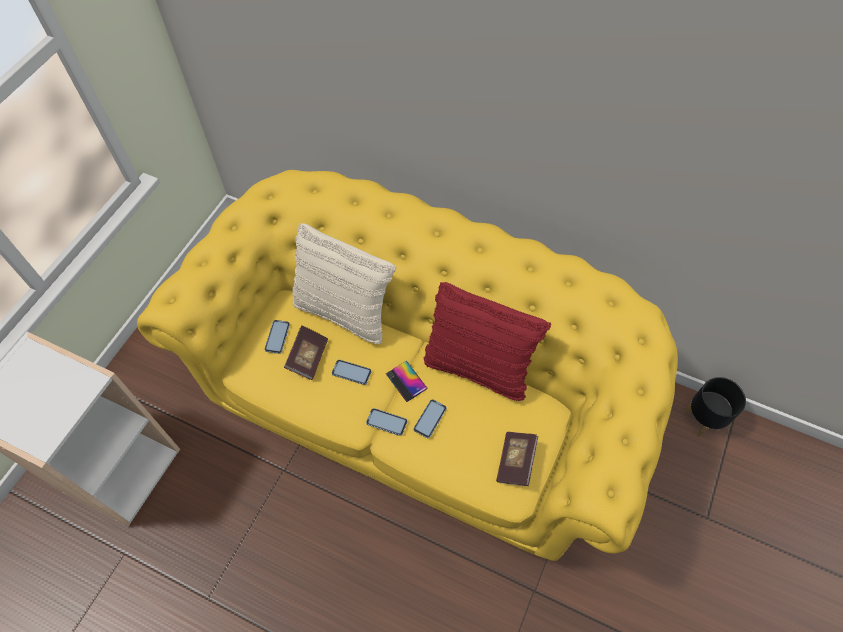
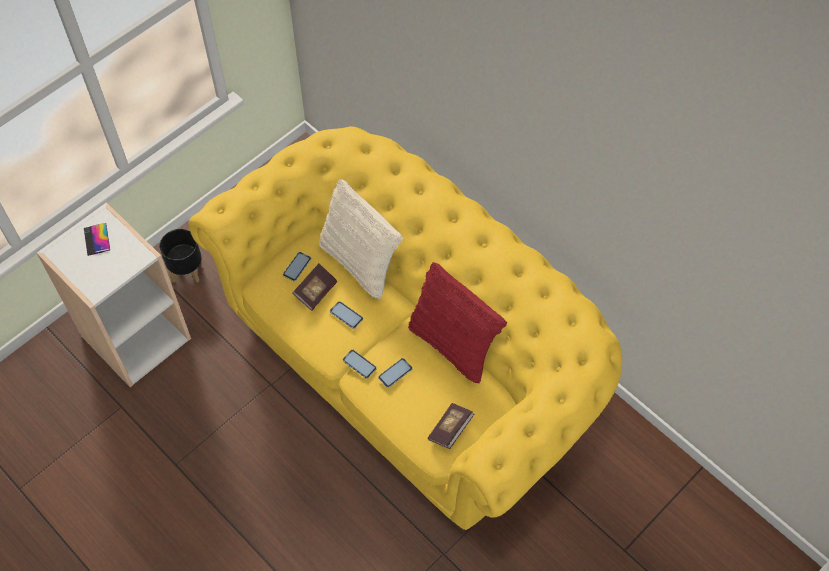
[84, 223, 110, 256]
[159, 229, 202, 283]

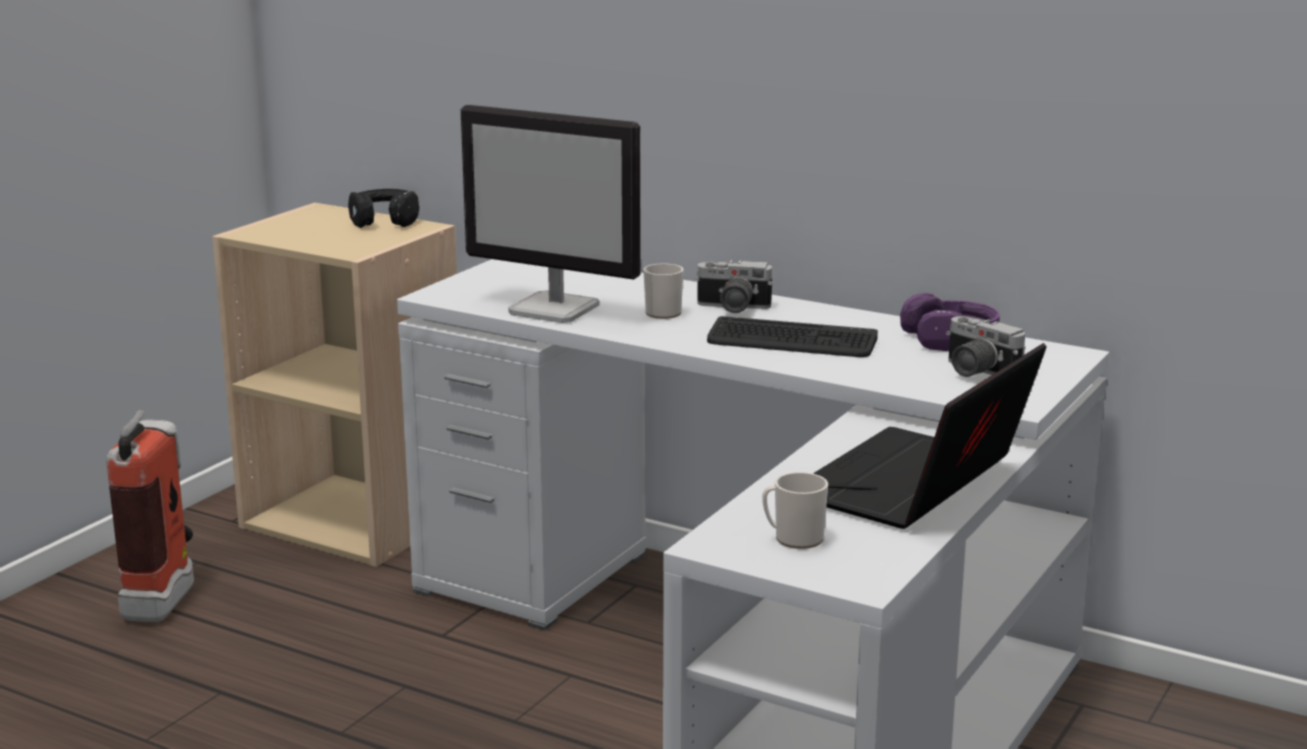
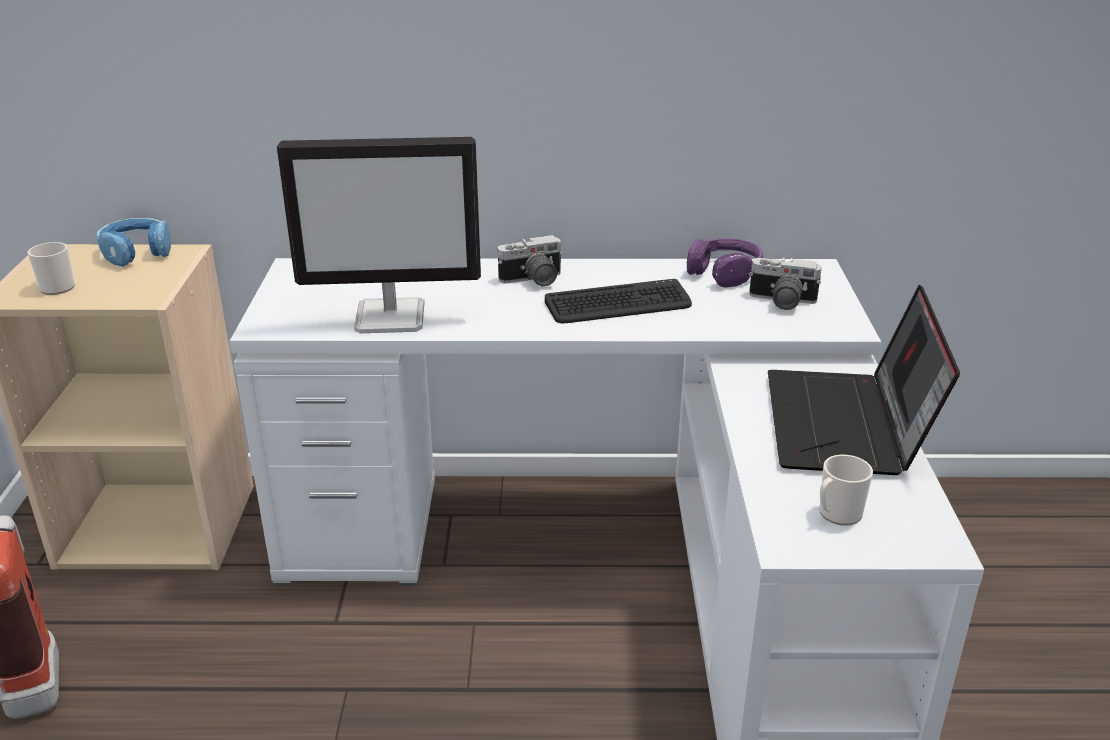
[97, 218, 171, 267]
[27, 242, 75, 295]

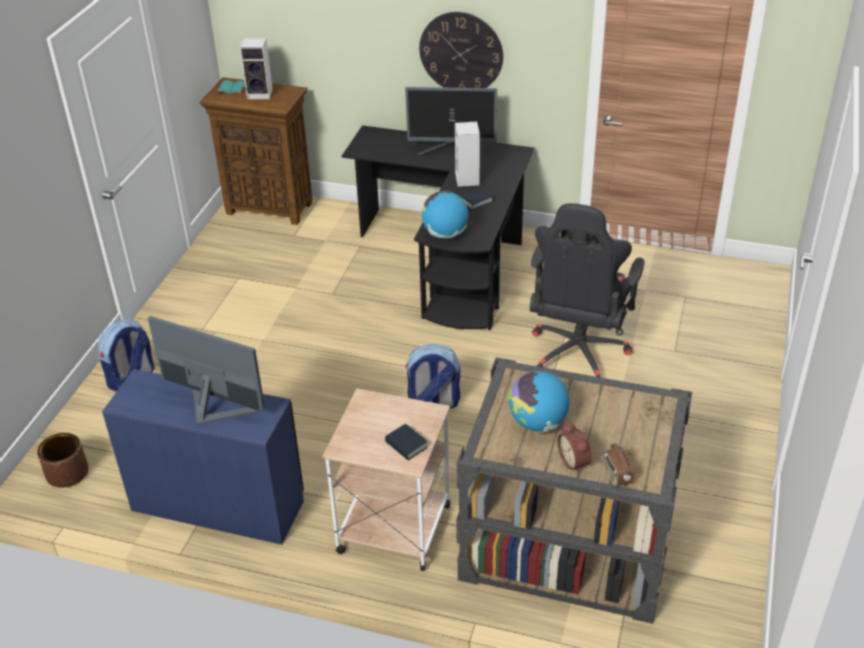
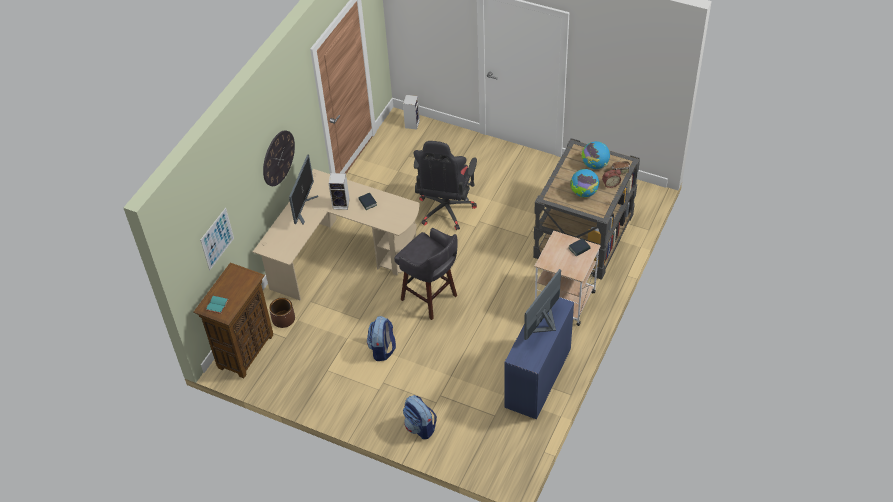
[403, 95, 420, 129]
[253, 169, 419, 300]
[582, 141, 610, 169]
[413, 141, 477, 230]
[367, 316, 396, 361]
[269, 298, 295, 328]
[200, 208, 234, 270]
[394, 228, 458, 320]

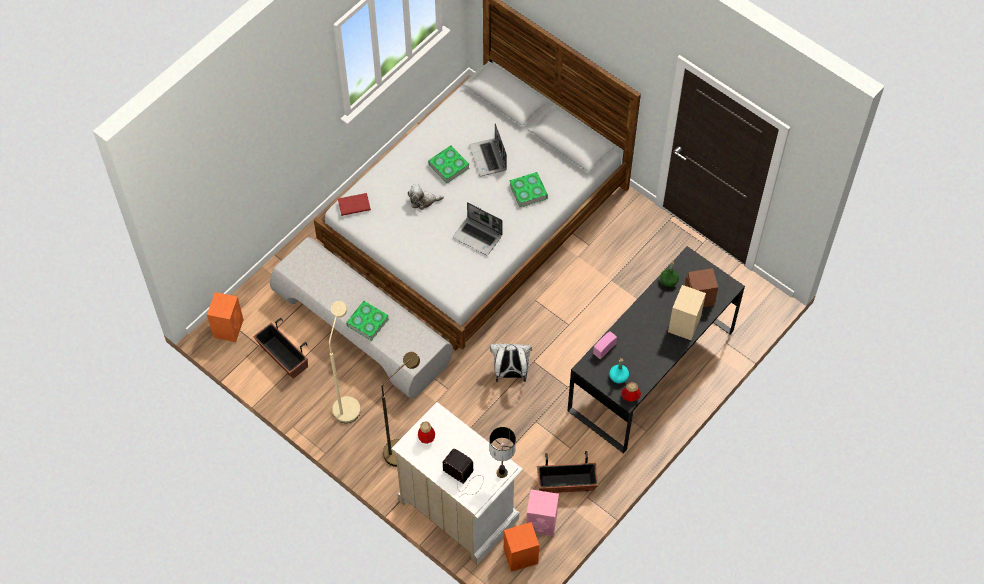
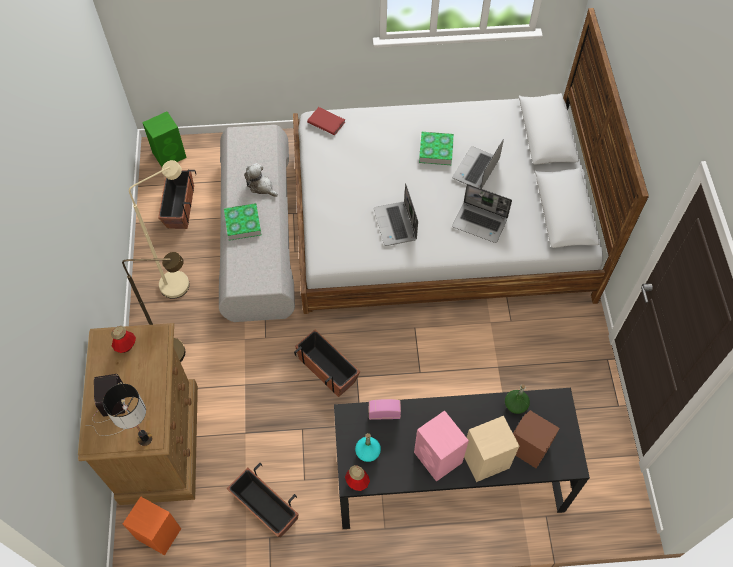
[452, 184, 512, 243]
[244, 163, 278, 197]
[142, 111, 187, 167]
[294, 329, 360, 397]
[78, 323, 198, 505]
[414, 411, 469, 482]

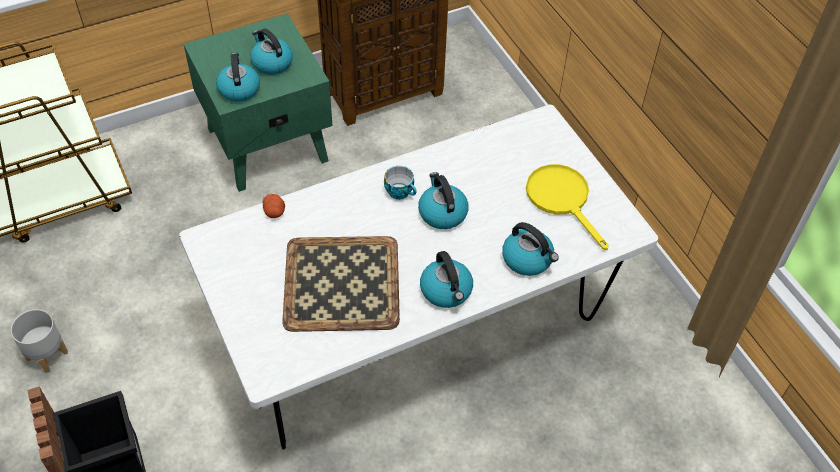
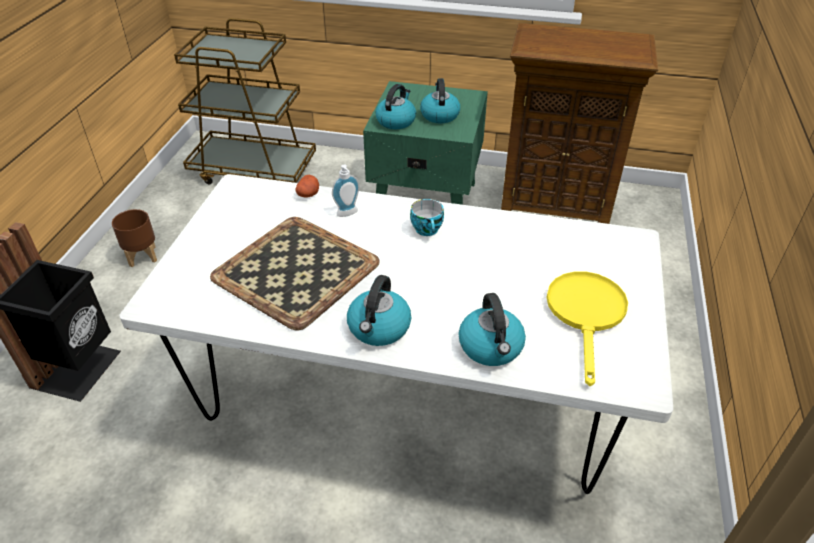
[418, 172, 469, 229] (first image)
[112, 209, 157, 267]
[332, 165, 359, 217]

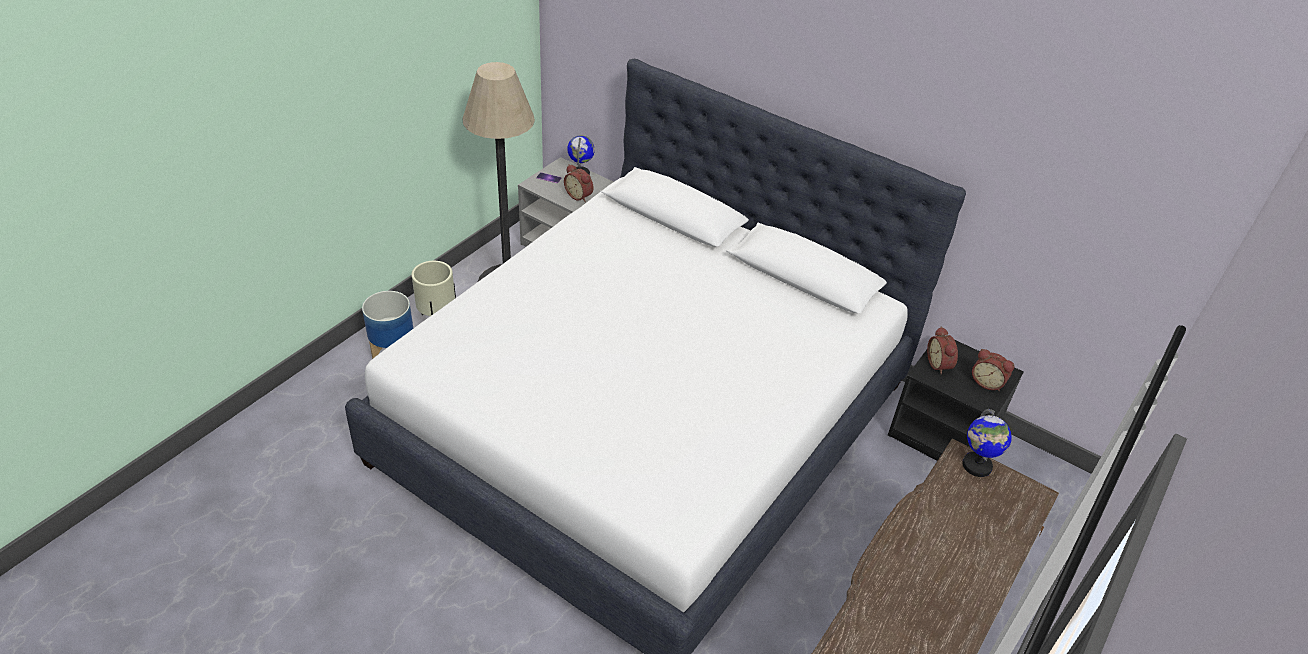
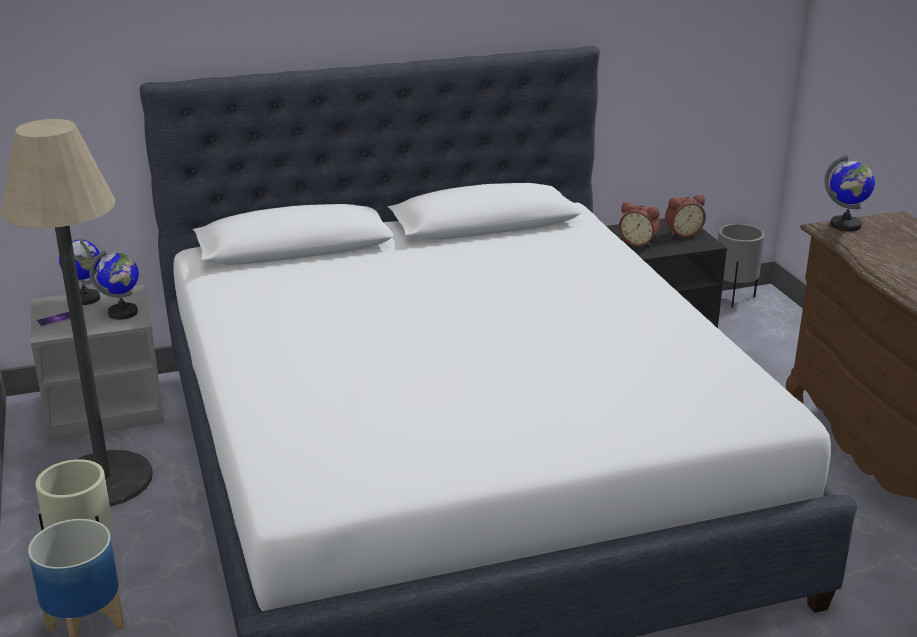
[89, 250, 139, 320]
[718, 224, 765, 308]

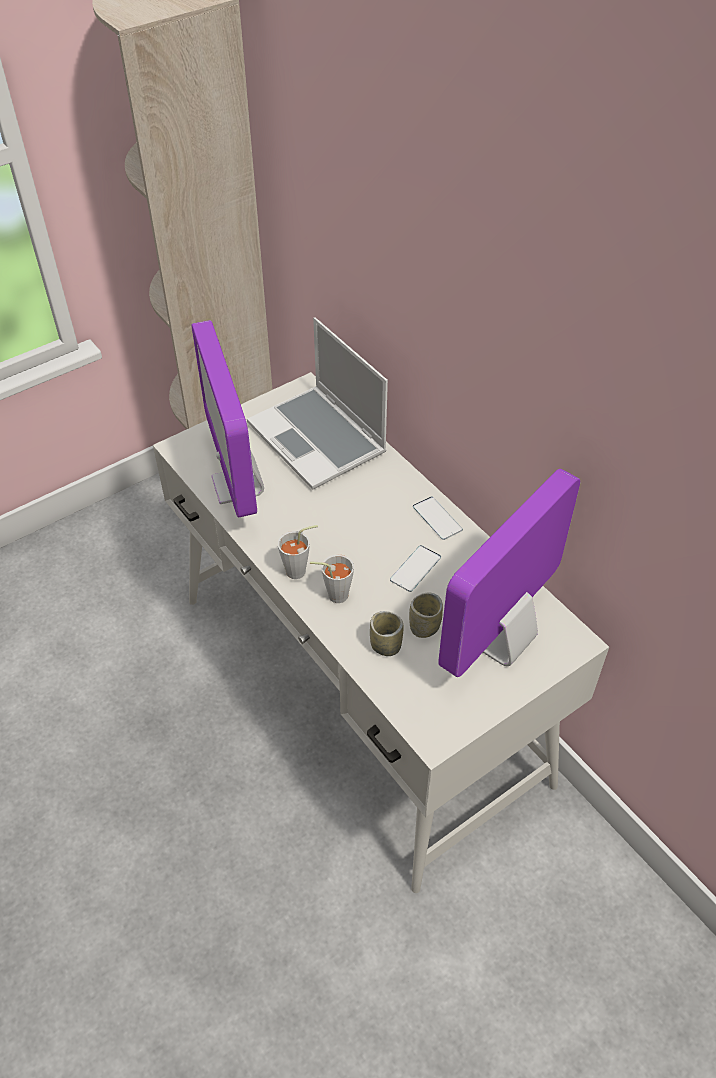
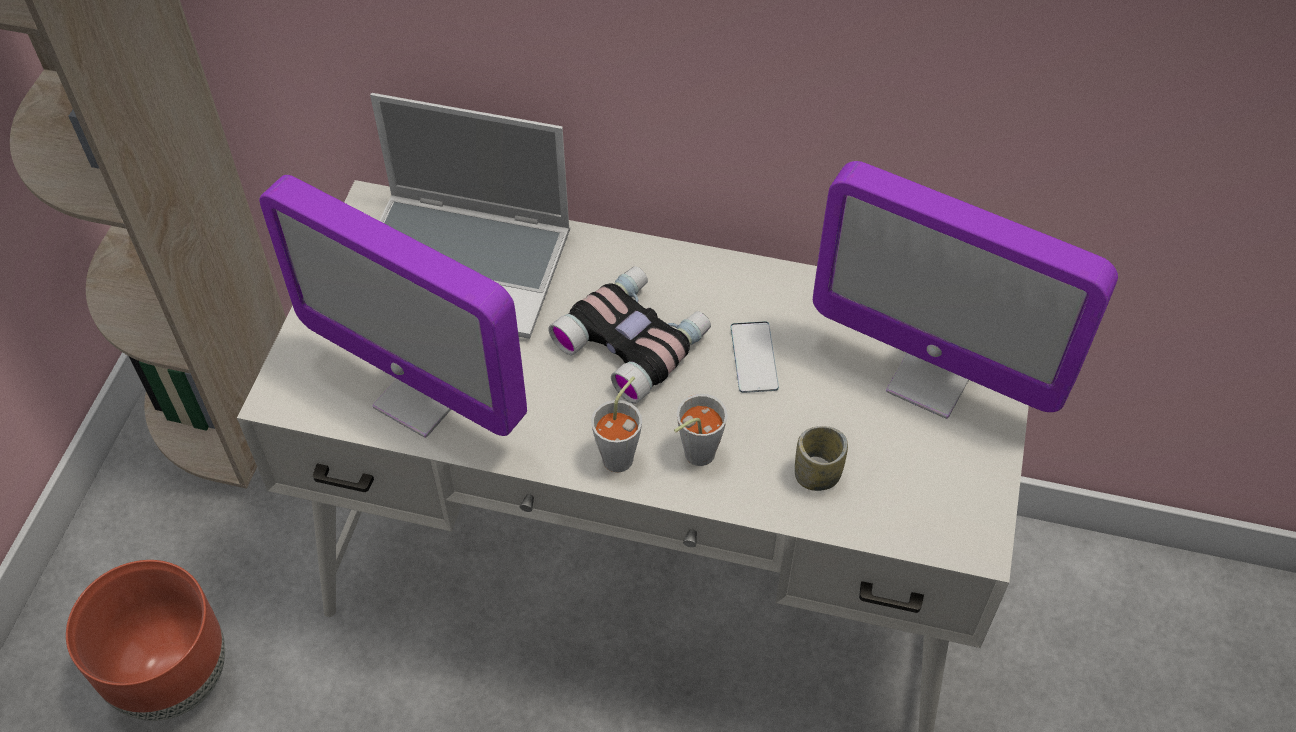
[813, 161, 1118, 419]
[413, 497, 463, 540] (first image)
[409, 593, 443, 638] (first image)
[548, 266, 711, 404]
[66, 560, 225, 721]

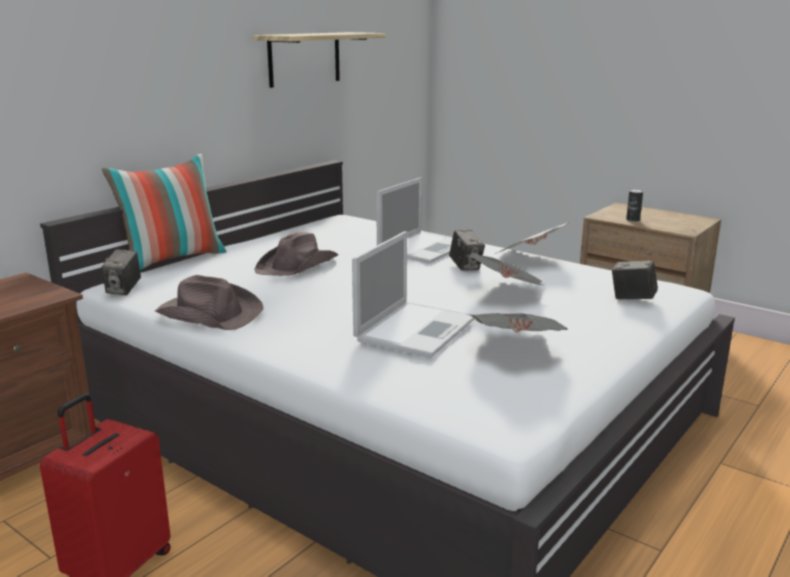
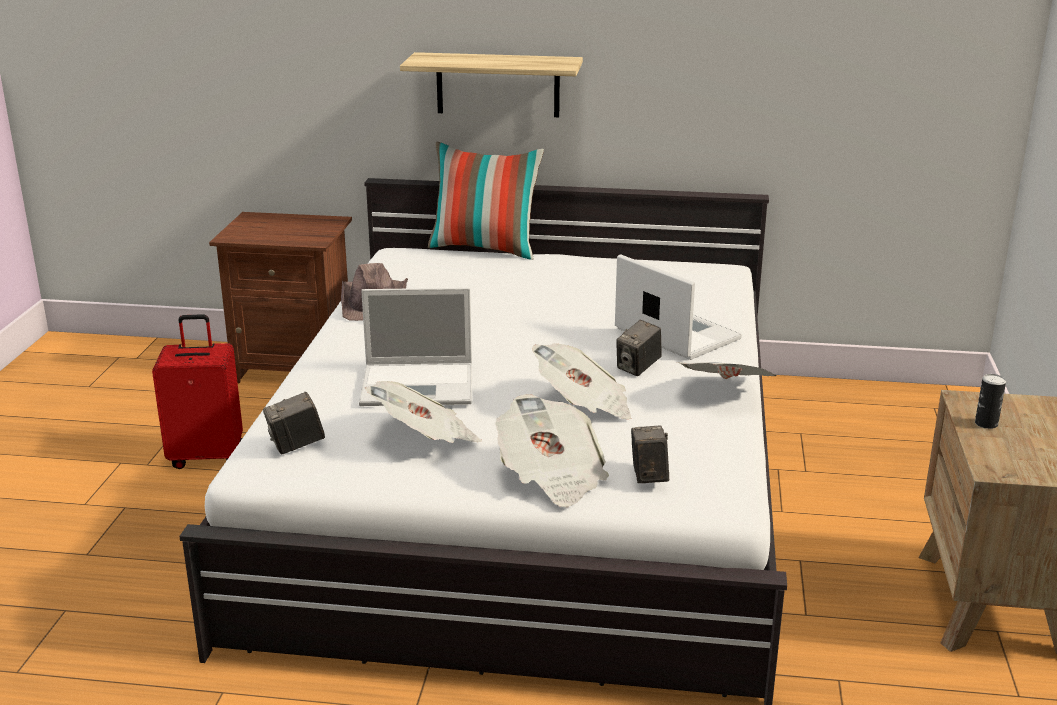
[400, 52, 583, 117]
[615, 254, 742, 360]
[254, 232, 338, 276] (first image)
[263, 392, 325, 455]
[495, 394, 609, 508]

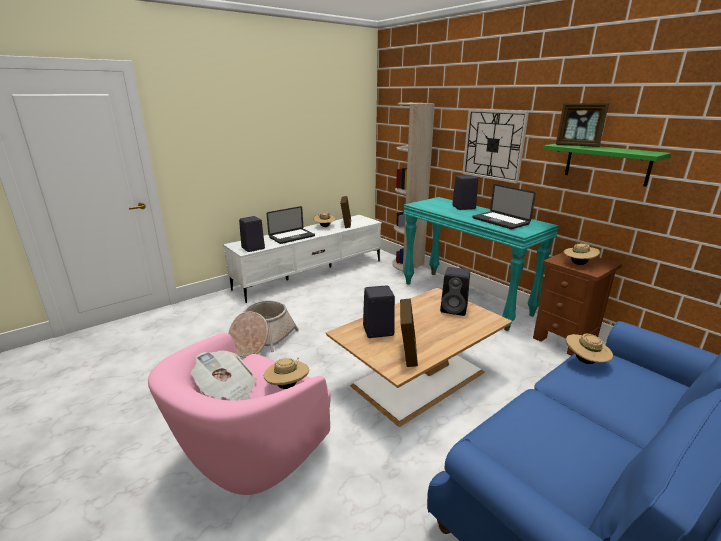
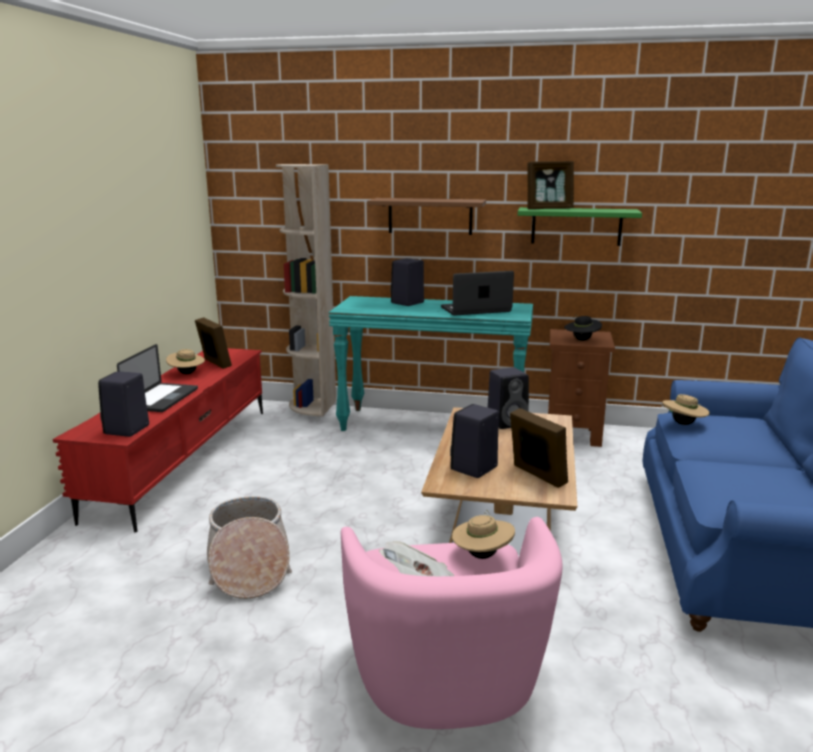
[368, 198, 486, 235]
[441, 271, 514, 316]
[53, 348, 263, 532]
[564, 315, 602, 341]

